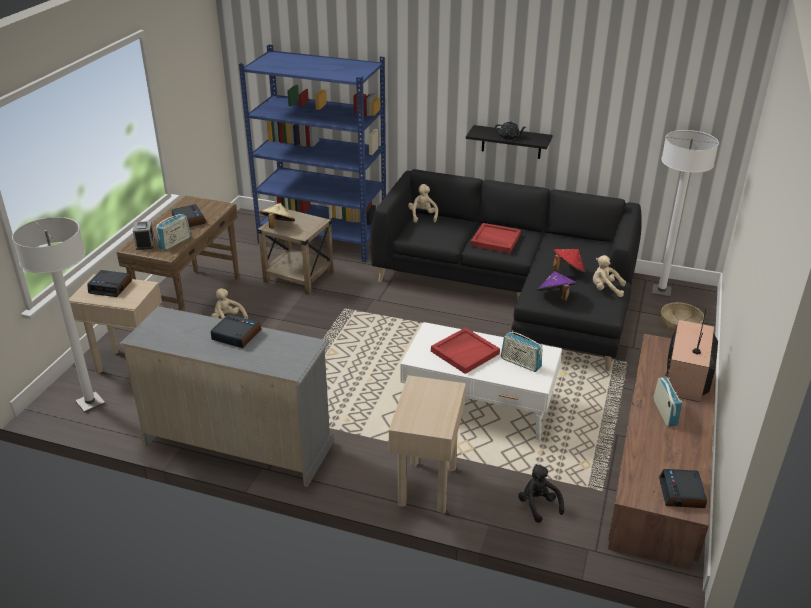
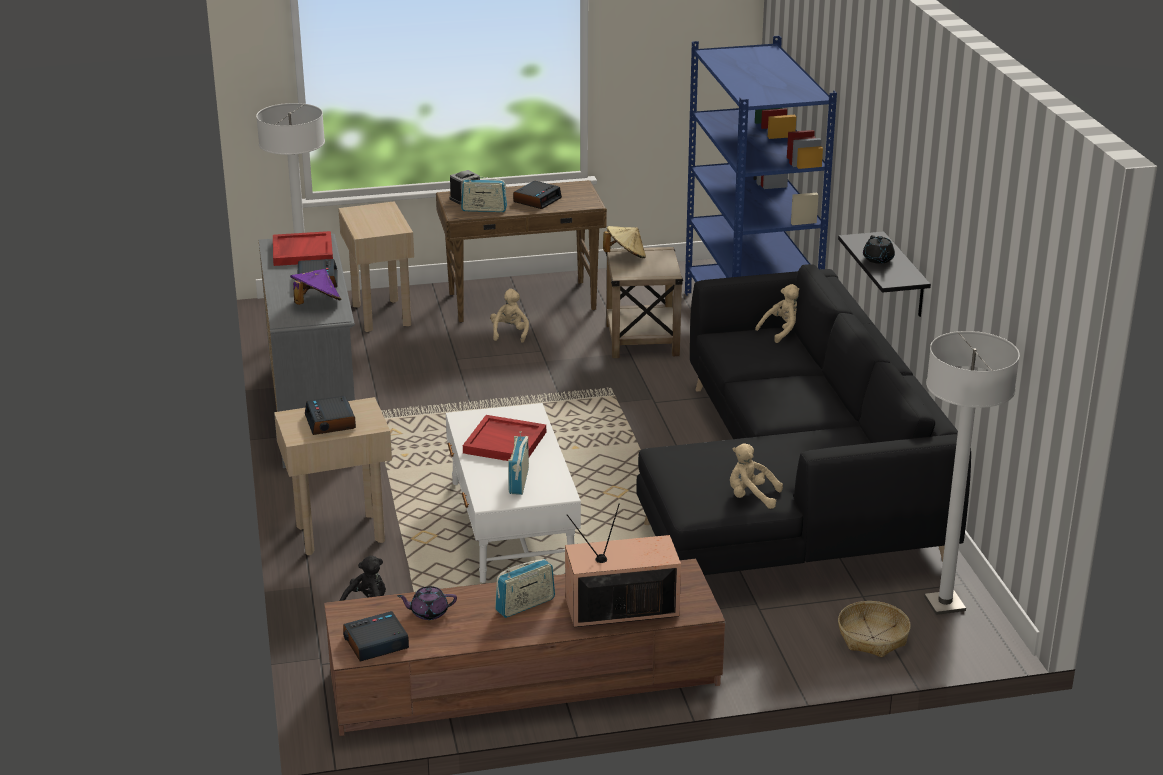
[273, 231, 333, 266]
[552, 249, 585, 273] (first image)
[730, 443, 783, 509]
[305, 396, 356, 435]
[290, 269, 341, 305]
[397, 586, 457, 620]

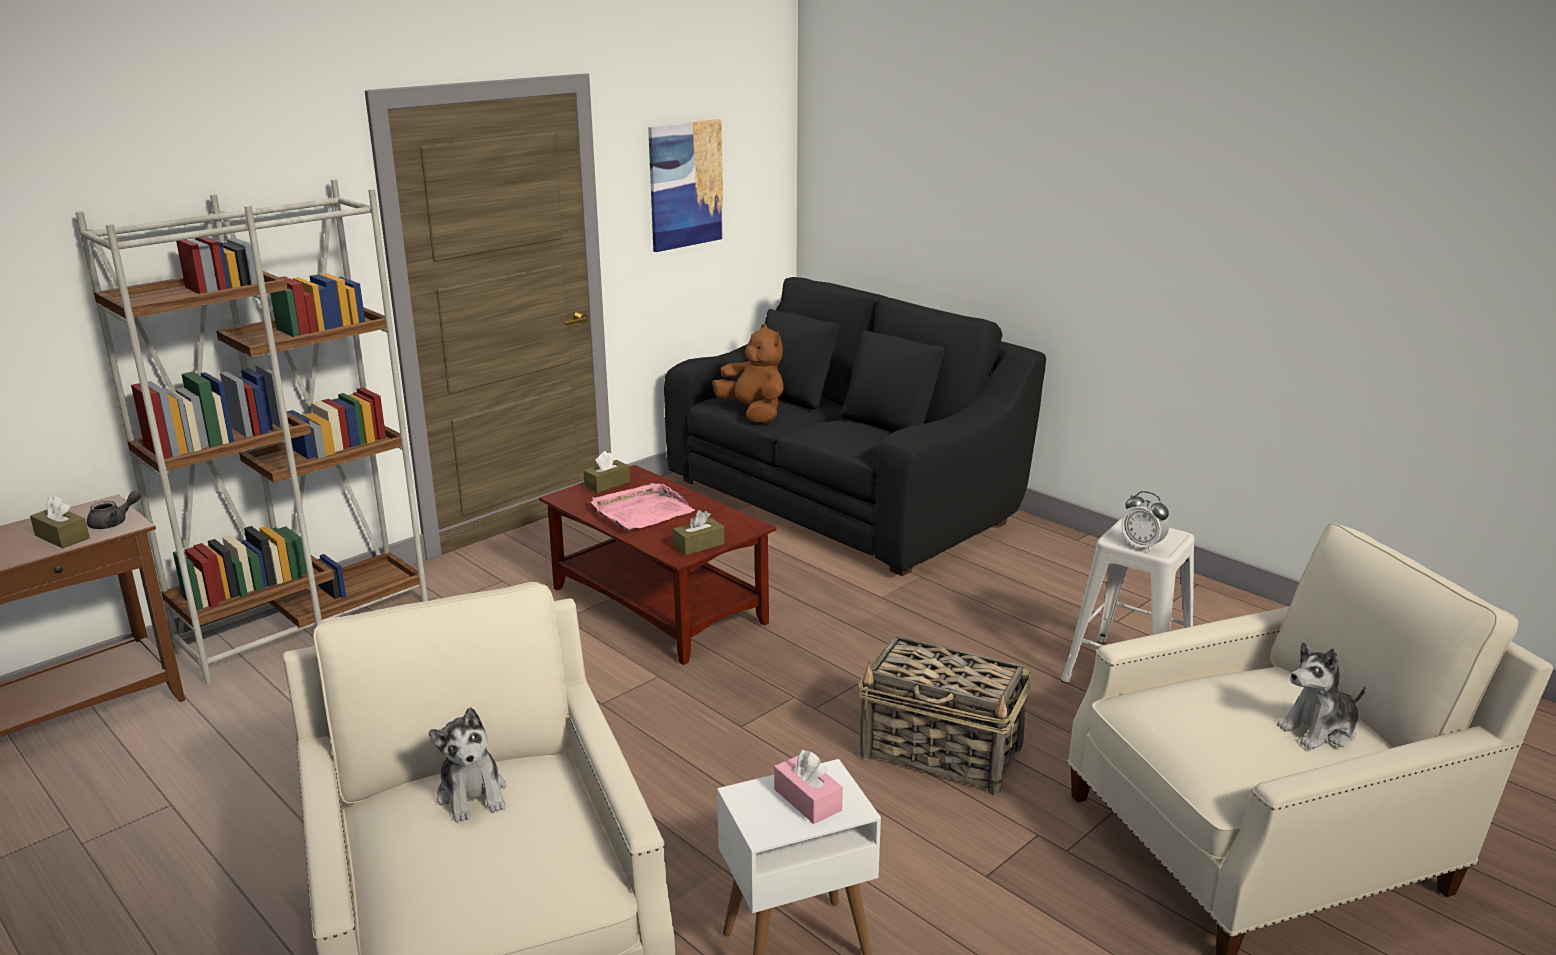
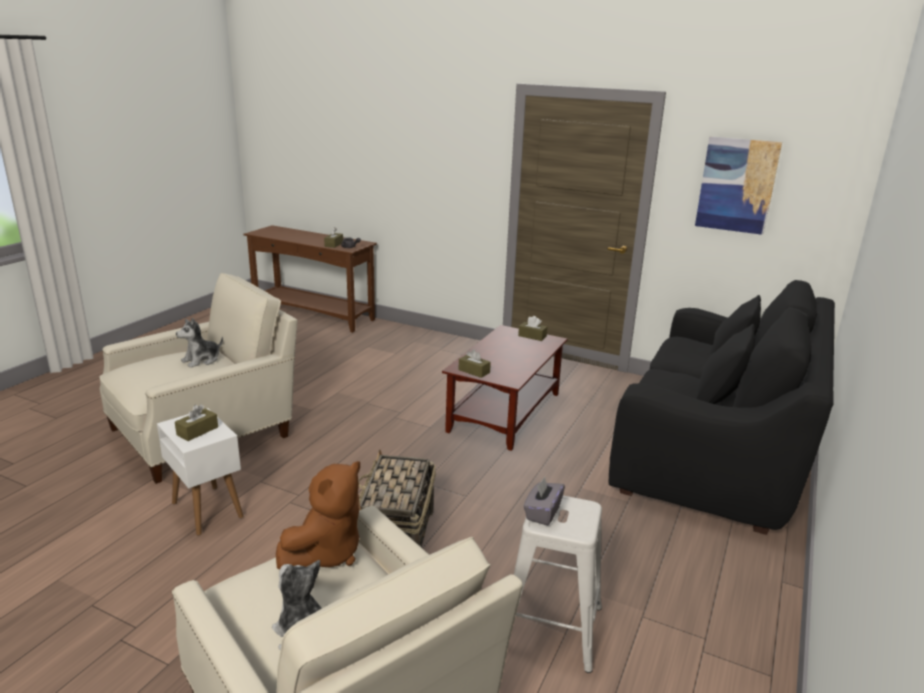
[75, 180, 428, 685] (first image)
[276, 461, 360, 570]
[591, 483, 695, 530] (first image)
[523, 477, 565, 526]
[175, 404, 218, 441]

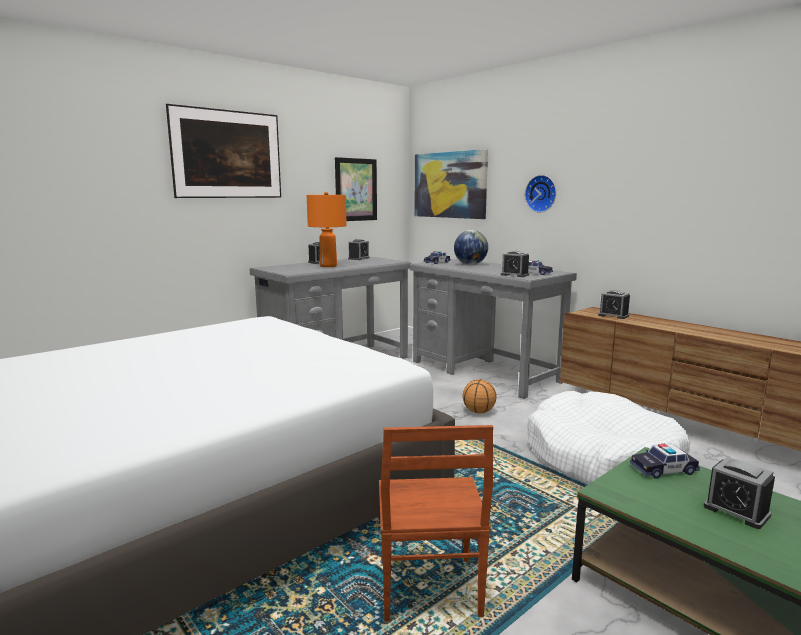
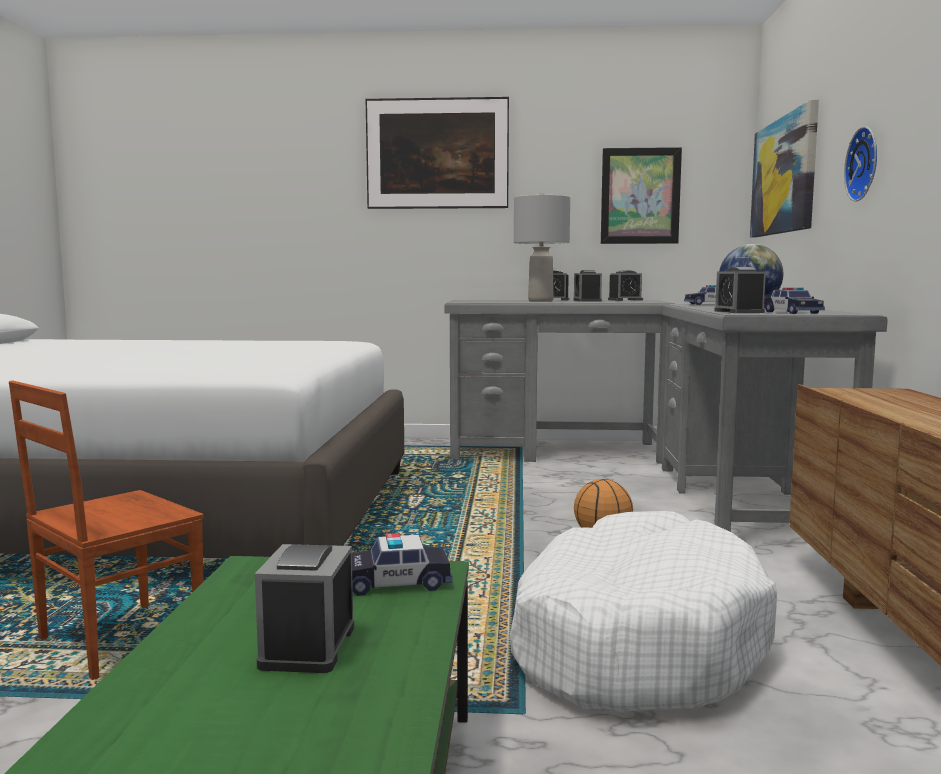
[514, 193, 570, 302]
[573, 270, 602, 302]
[352, 533, 453, 596]

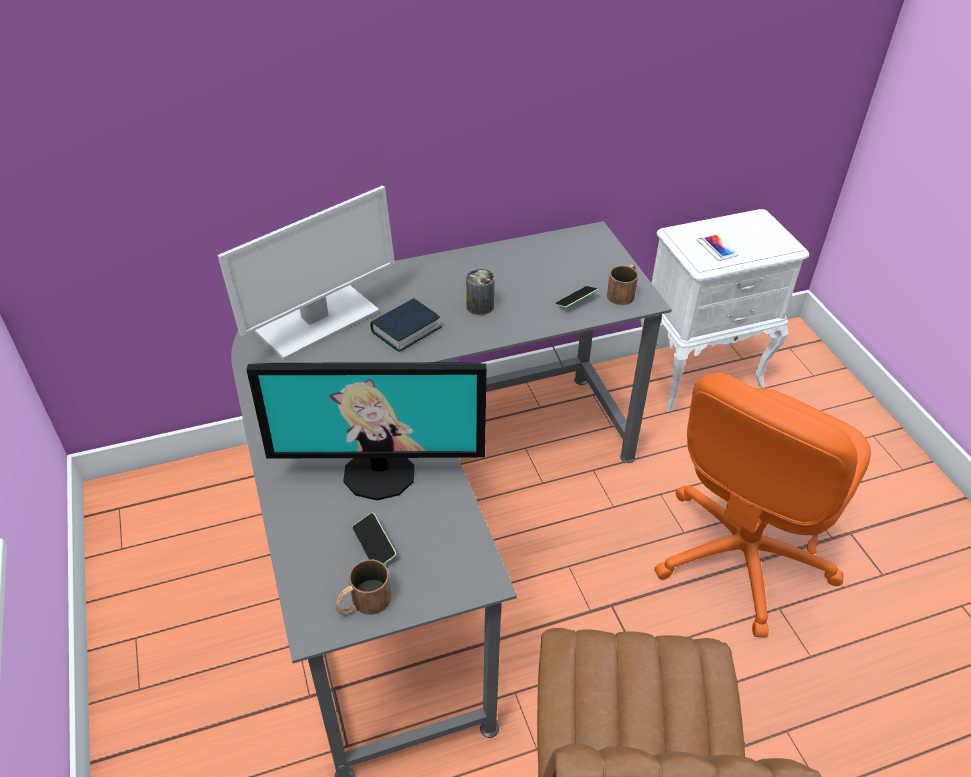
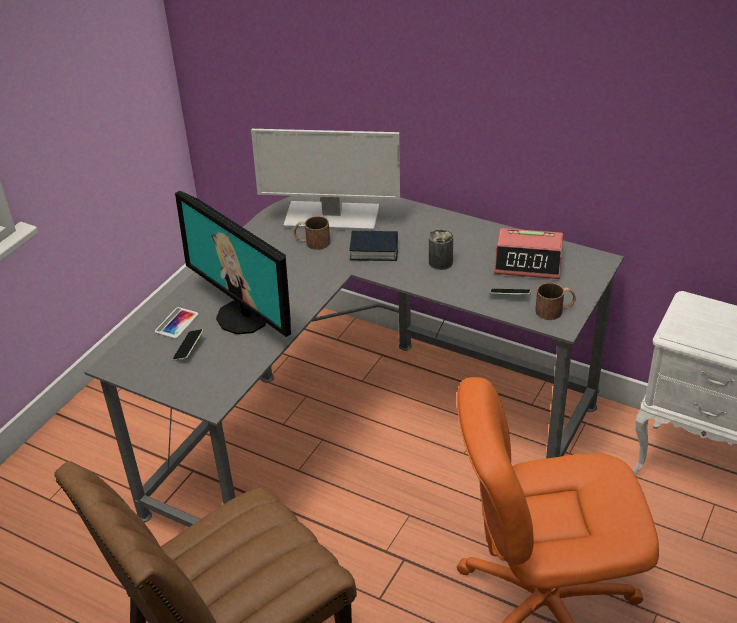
[155, 307, 199, 339]
[294, 216, 330, 250]
[494, 228, 563, 279]

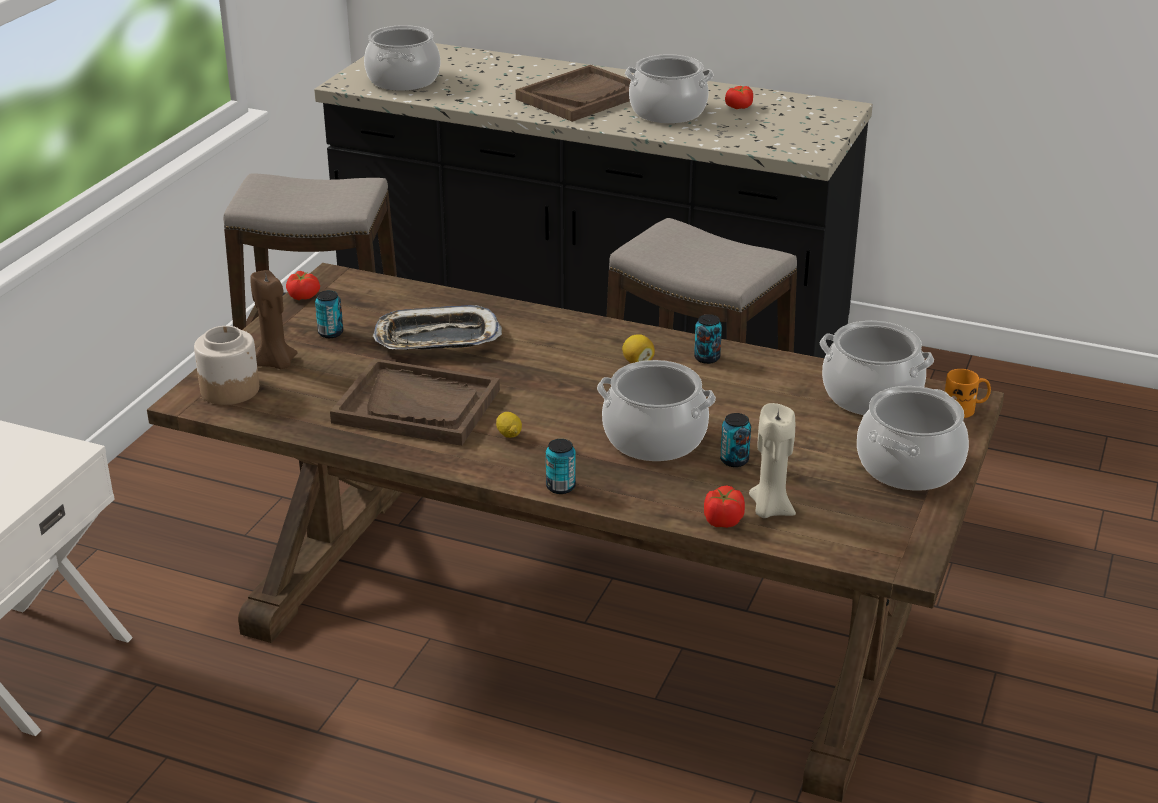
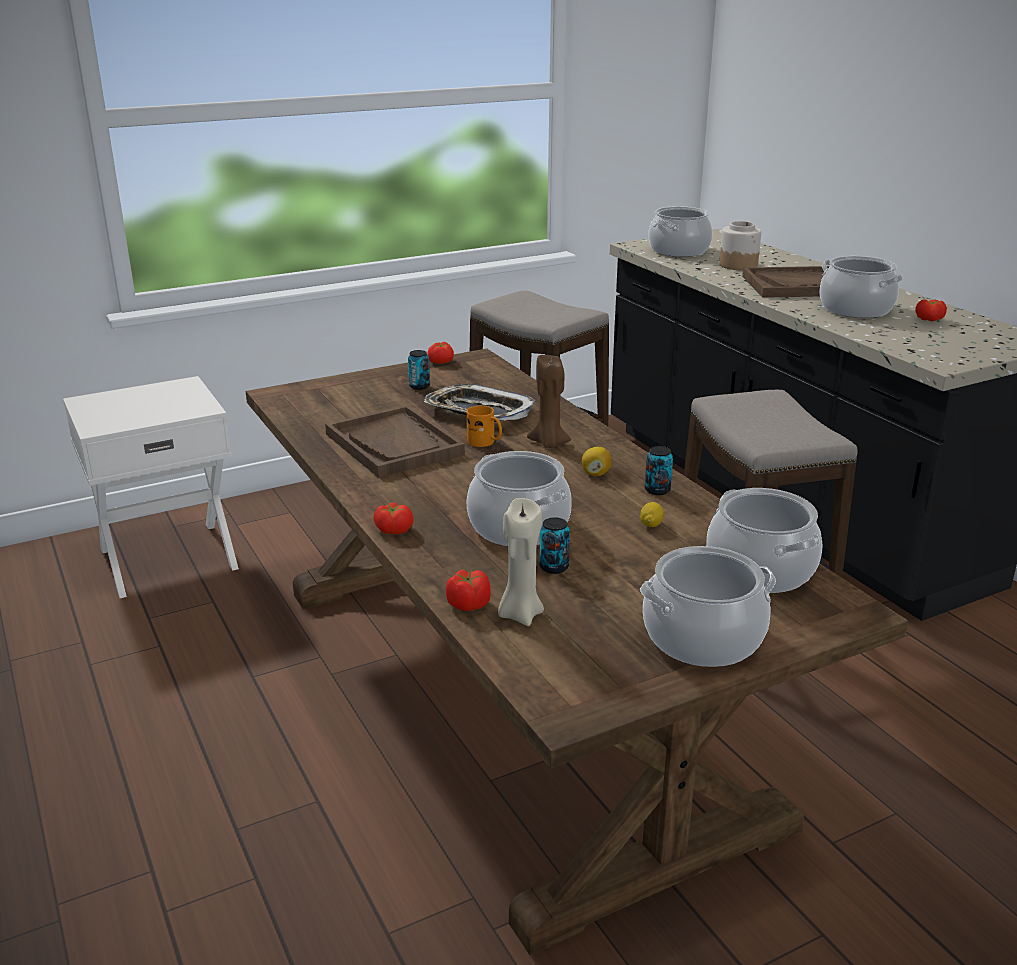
[527, 355, 571, 448]
[719, 221, 761, 270]
[467, 406, 502, 447]
[640, 502, 664, 527]
[374, 502, 414, 534]

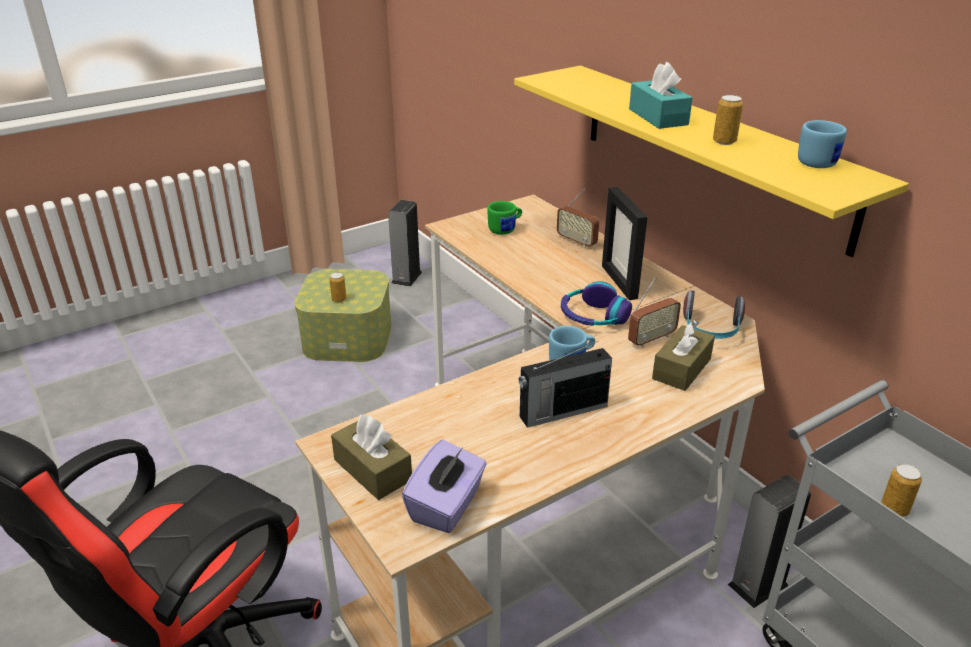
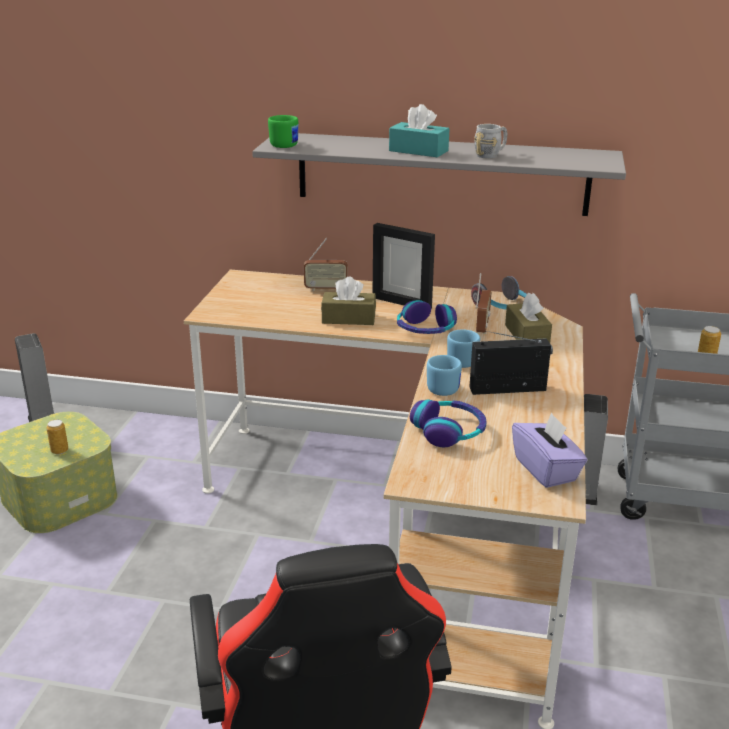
[252, 133, 626, 216]
[474, 124, 507, 158]
[427, 355, 462, 396]
[268, 115, 298, 148]
[469, 331, 553, 395]
[321, 277, 376, 325]
[410, 400, 486, 447]

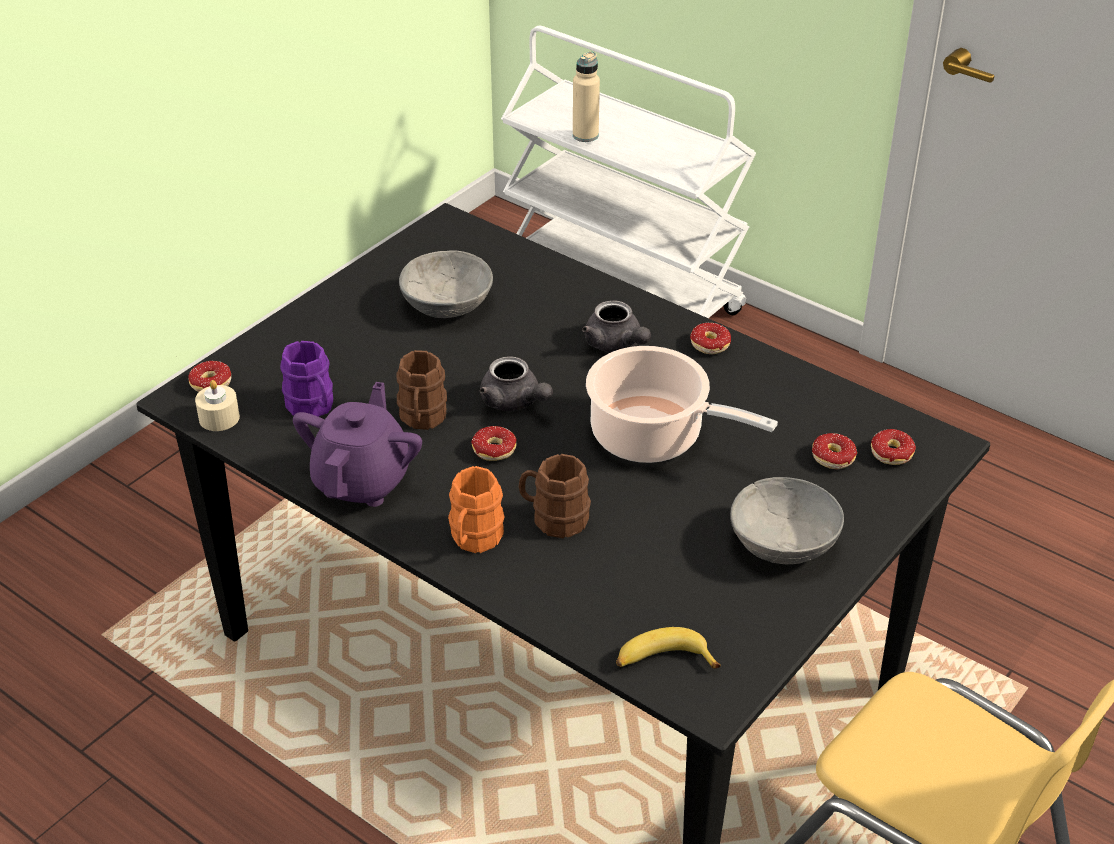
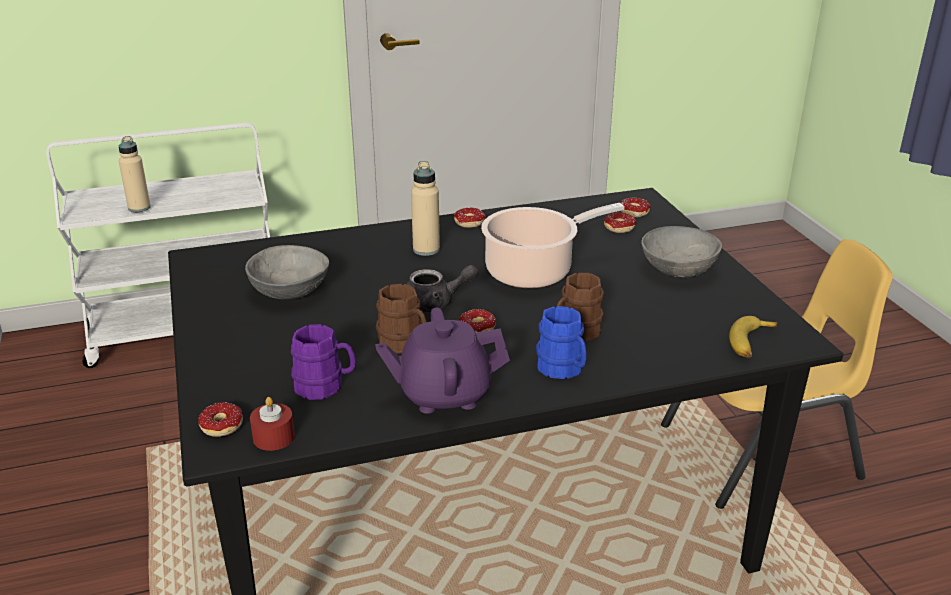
[411, 161, 440, 256]
[250, 397, 295, 451]
[375, 308, 510, 414]
[536, 306, 587, 379]

